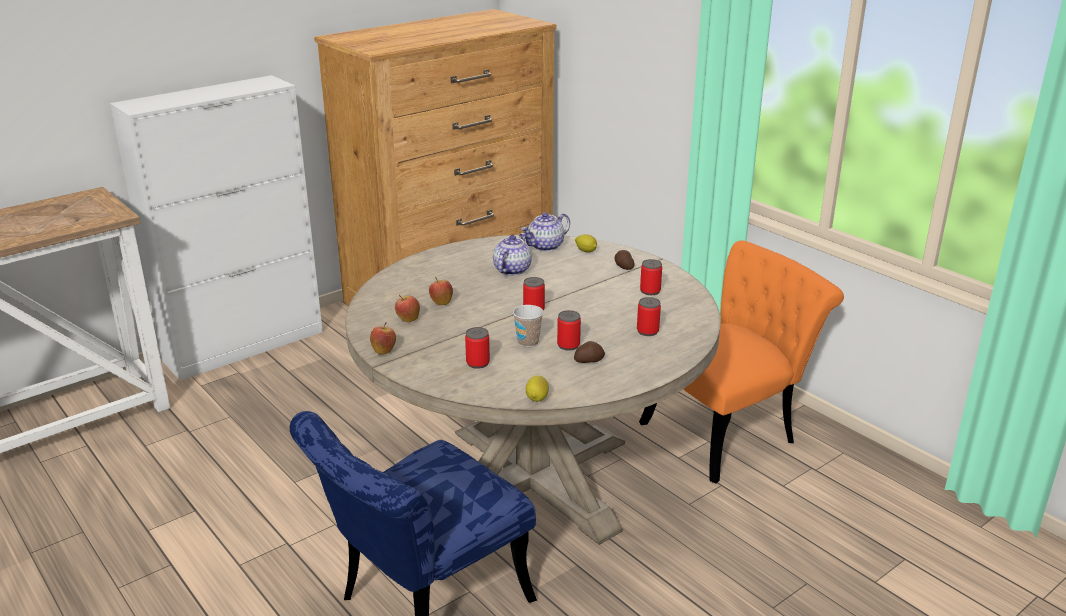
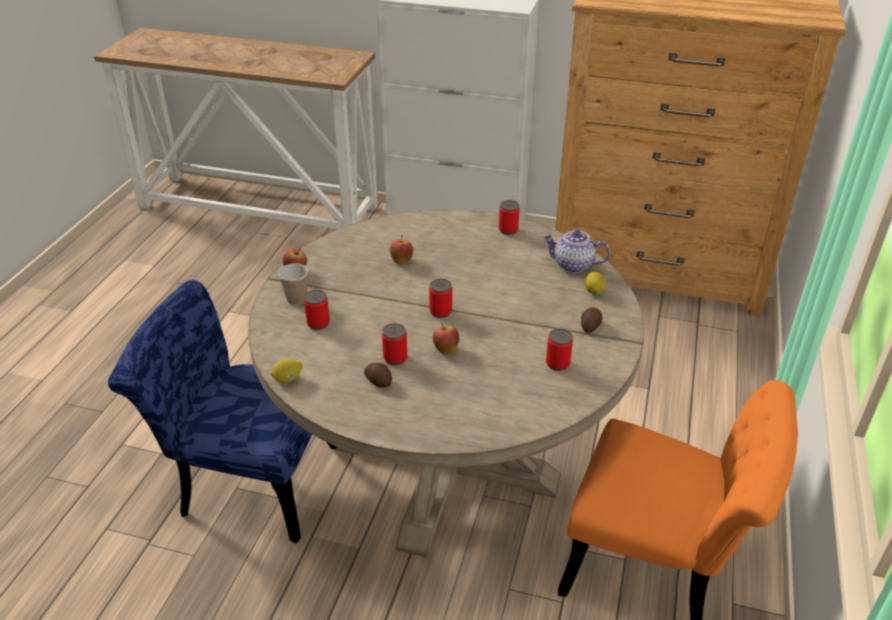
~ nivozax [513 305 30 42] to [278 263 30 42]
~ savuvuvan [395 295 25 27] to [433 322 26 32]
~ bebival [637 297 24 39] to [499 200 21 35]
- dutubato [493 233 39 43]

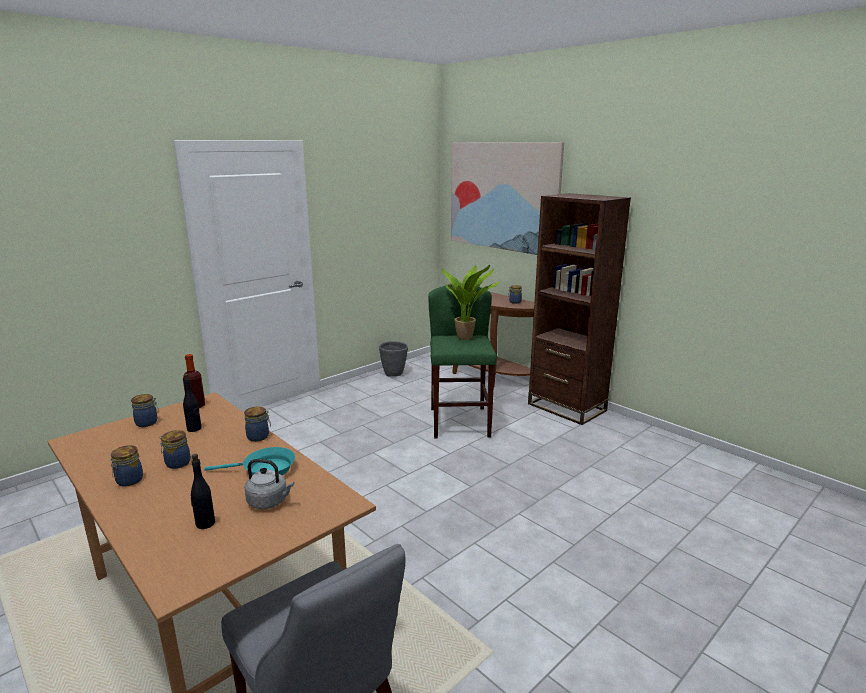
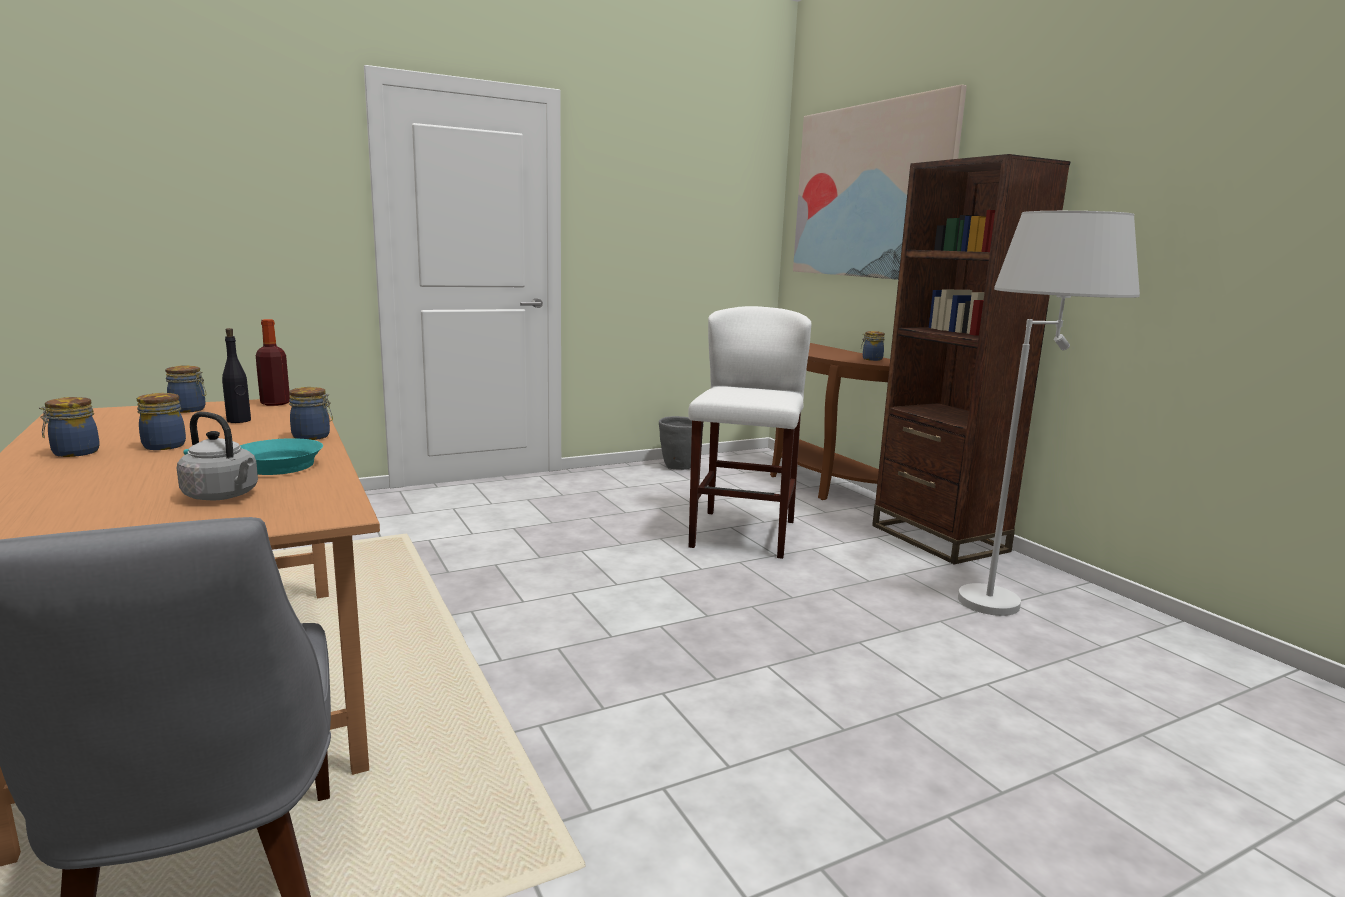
~ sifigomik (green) [428 284 69 155] to sifigomik (white) [688 306 123 253]
+ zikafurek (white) [958 211 182 405]
- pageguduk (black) [191 454 24 75]
- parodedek [441 265 60 75]

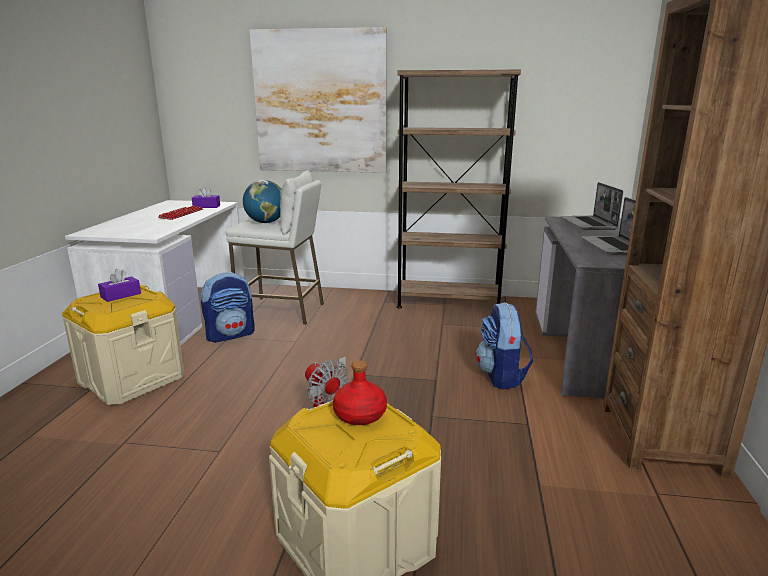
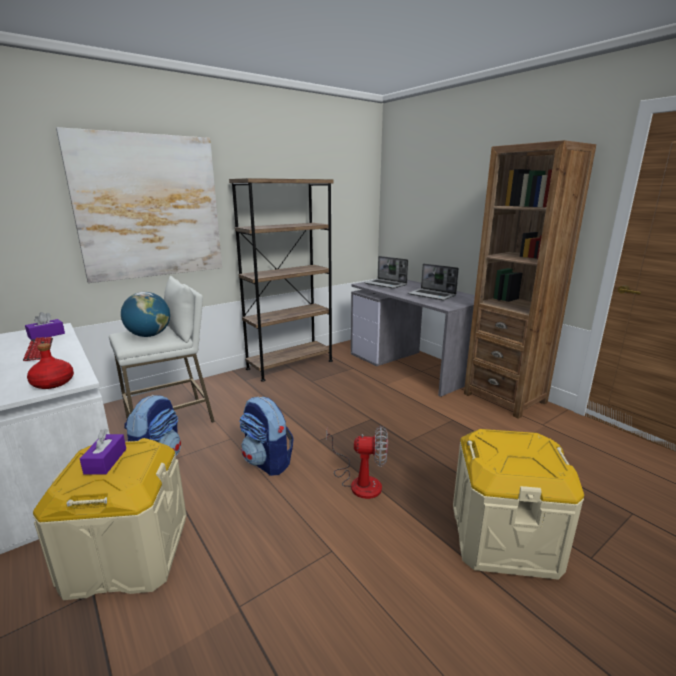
~ pageguduk (red) [333 361 54 64] to [27 343 47 46]
~ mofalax [475 302 58 87] to [239 397 55 79]

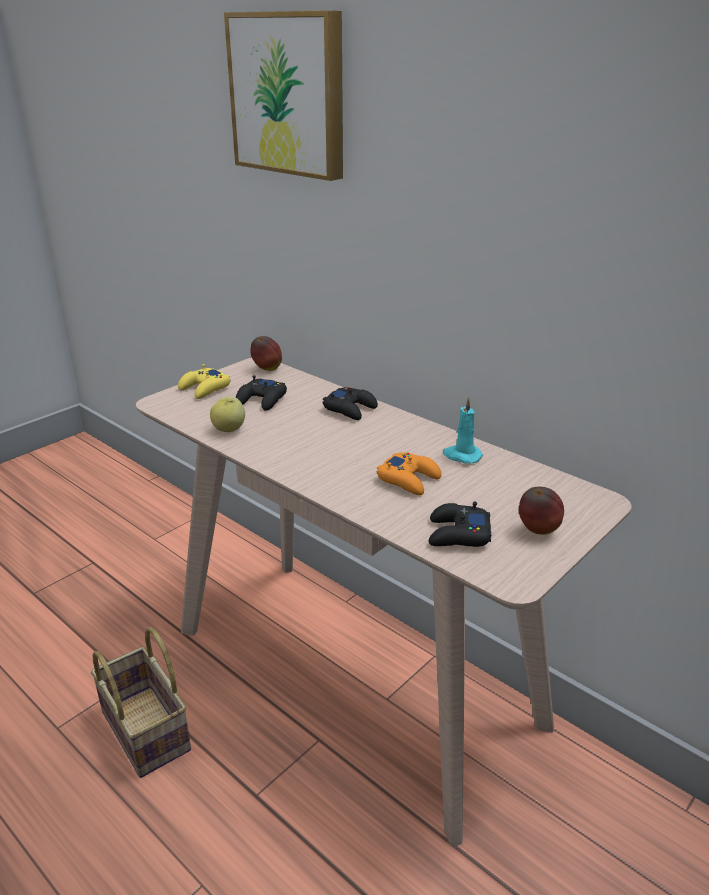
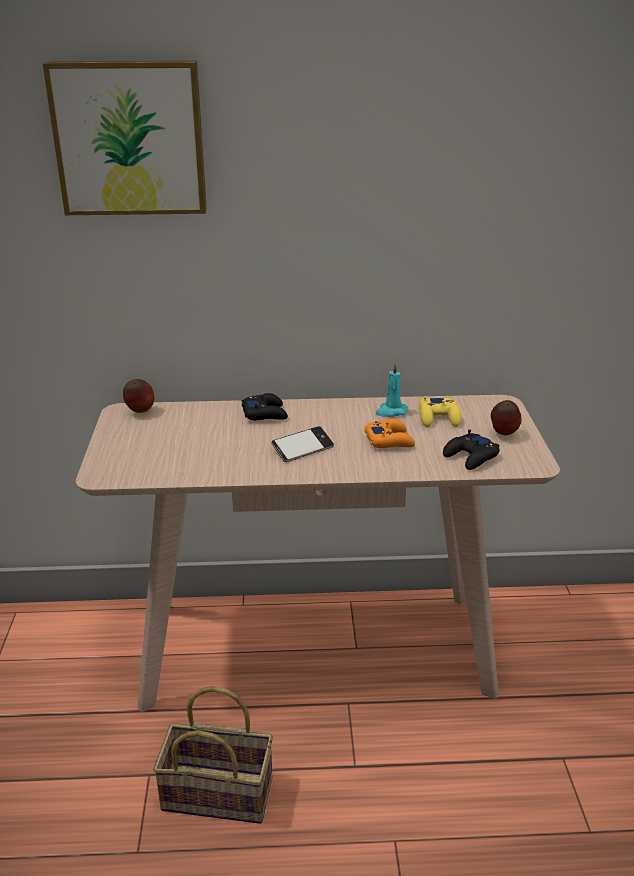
+ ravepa [271 426 63 36]
~ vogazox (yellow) [178 364 53 35] to [419 396 43 31]
- savuvuvan [210 396 35 36]
- vogazox (black) [236 375 51 36]

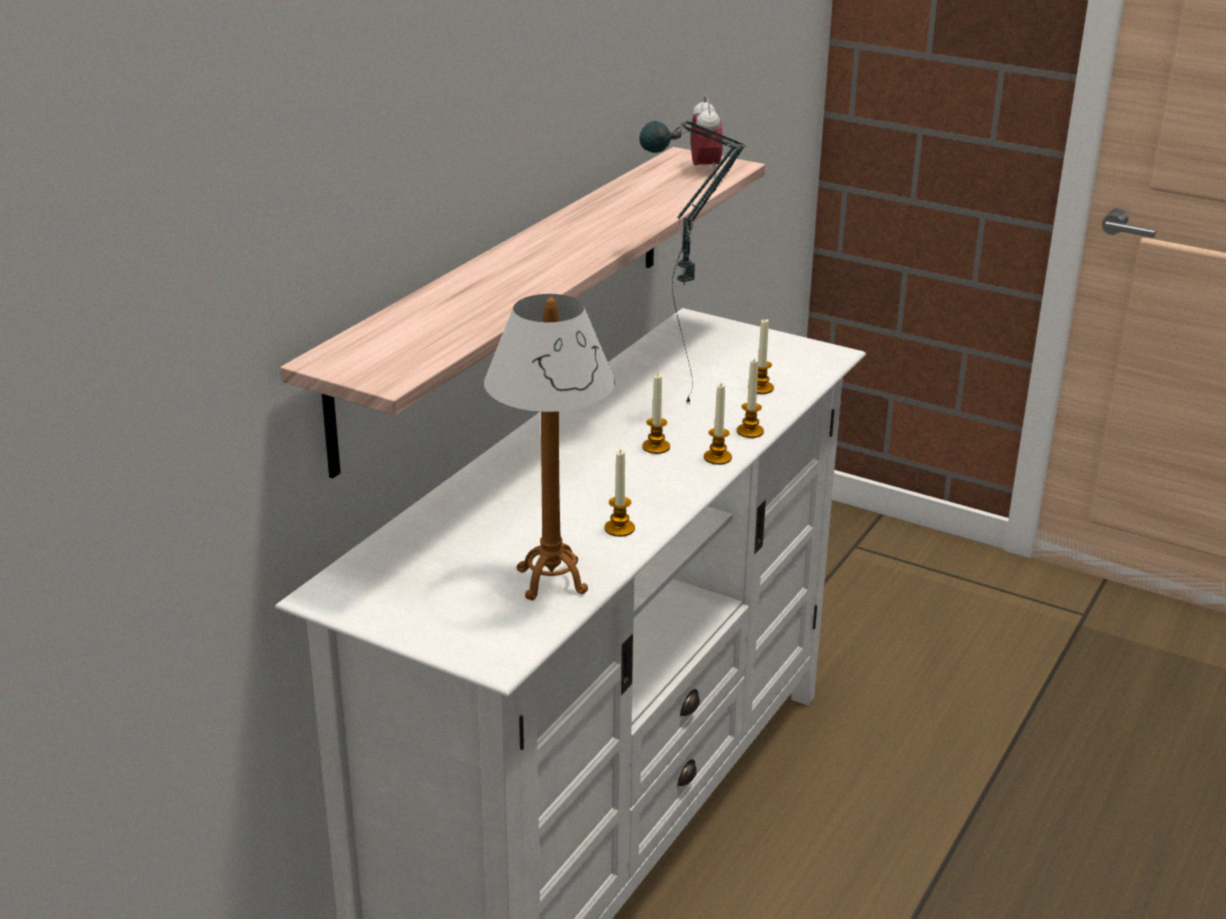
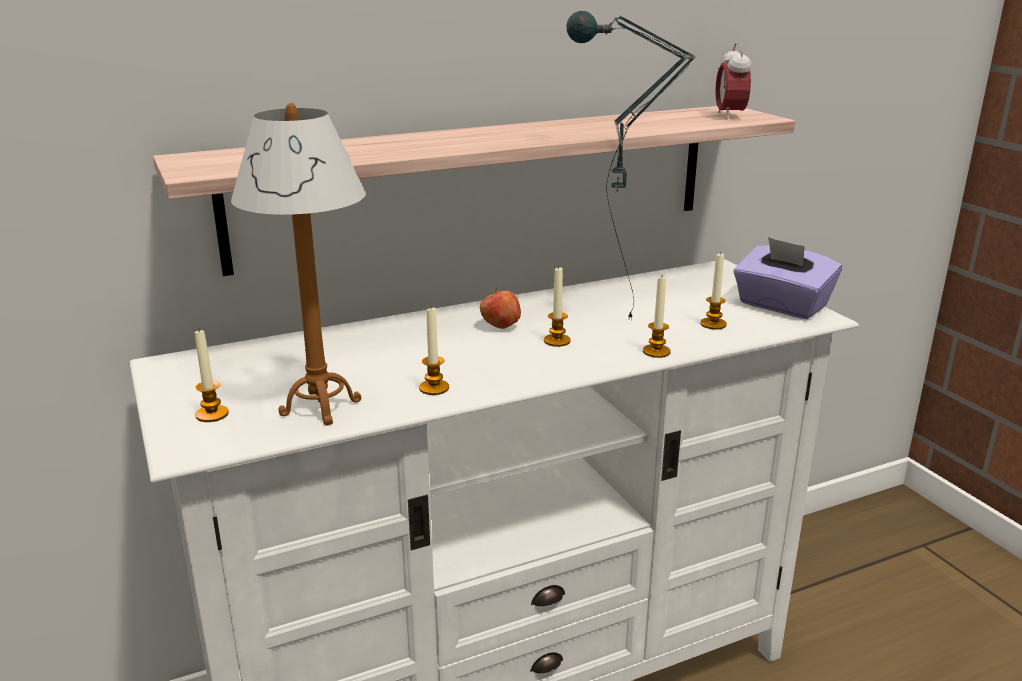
~ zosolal [704 384 28 81] to [195 330 34 92]
+ savuvuvan [480 287 41 42]
~ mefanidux [691 96 32 79] = [715 43 36 77] 150 degrees clockwise
+ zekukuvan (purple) [734 237 108 82]

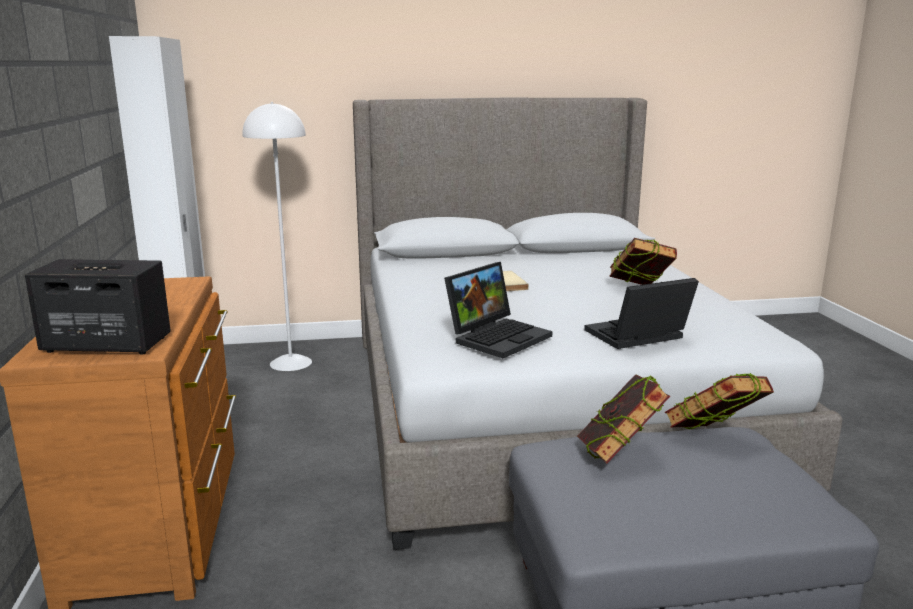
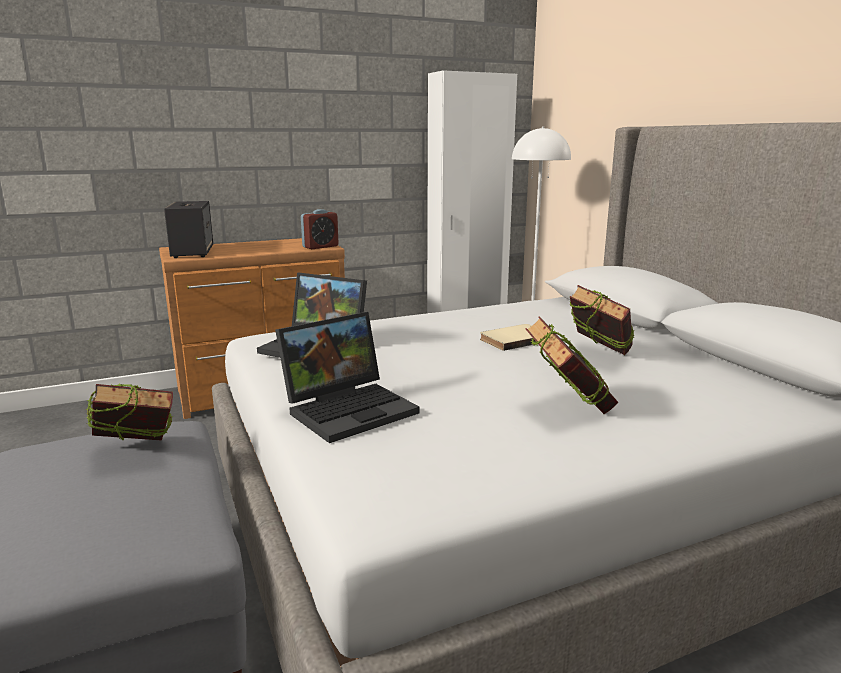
~ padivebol [584 278 115 71] = [275 312 145 131] 90 degrees clockwise
+ mefanidux [301 209 38 40]
~ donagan [665 373 109 56] to [570 285 65 70]

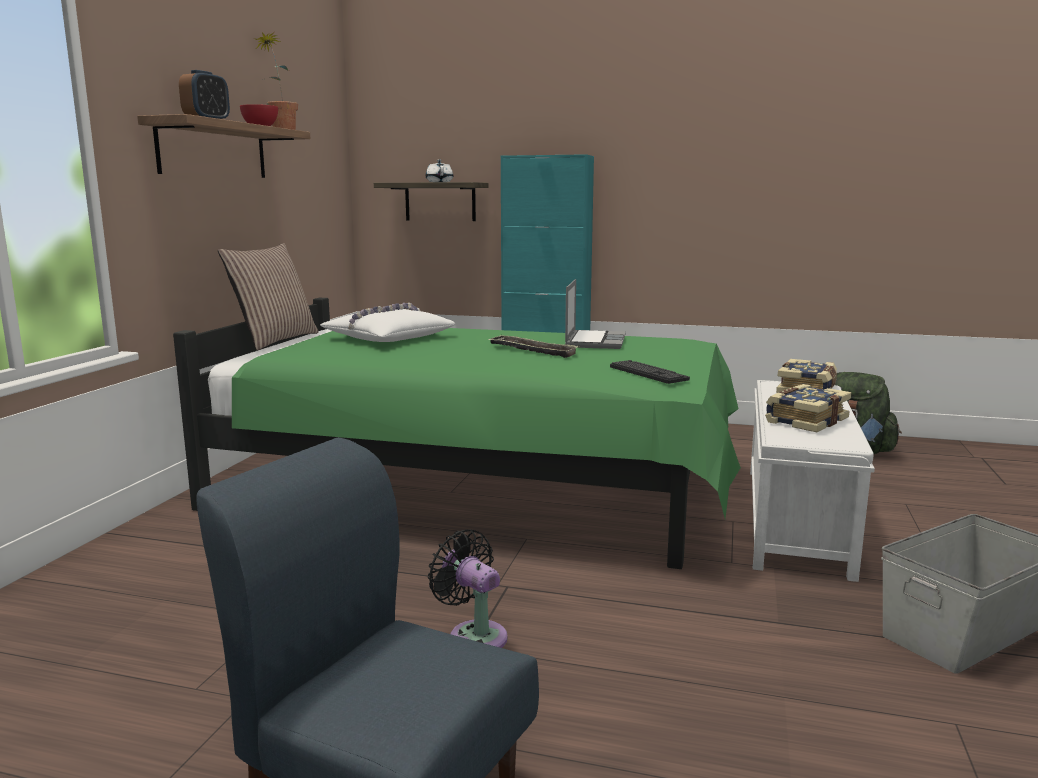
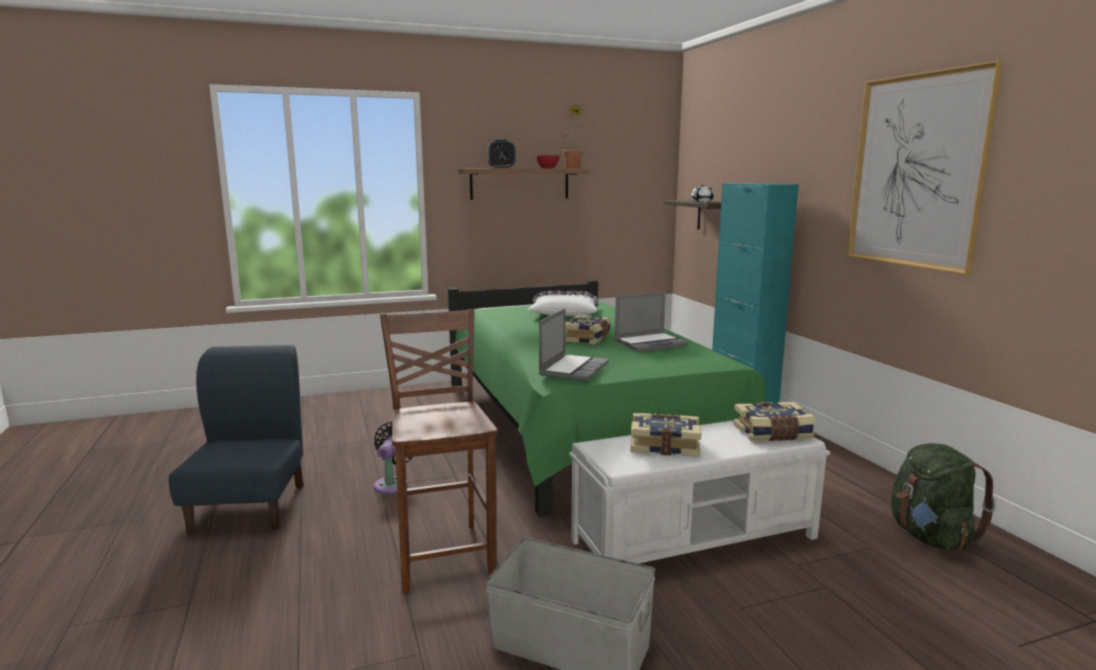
+ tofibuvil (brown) [380 309 118 284]
~ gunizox [610 360 80 24] to padivebol [539 308 70 73]
~ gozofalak [487 335 92 23] to donagan [565 315 46 30]
+ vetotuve [847 60 156 215]
- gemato [218 243 101 107]

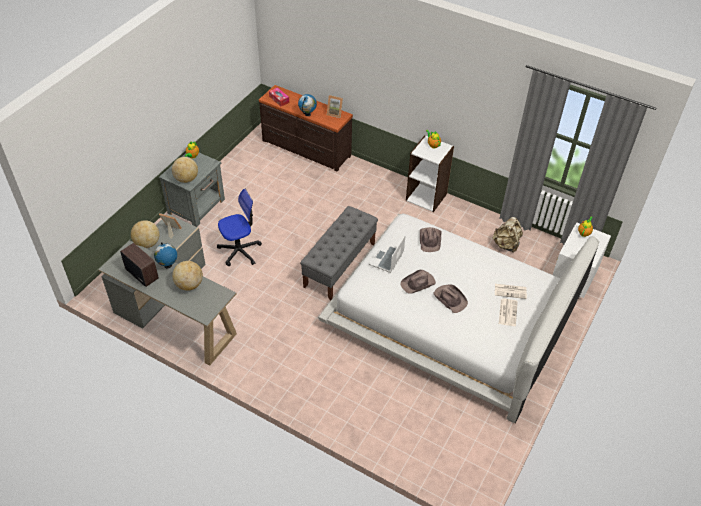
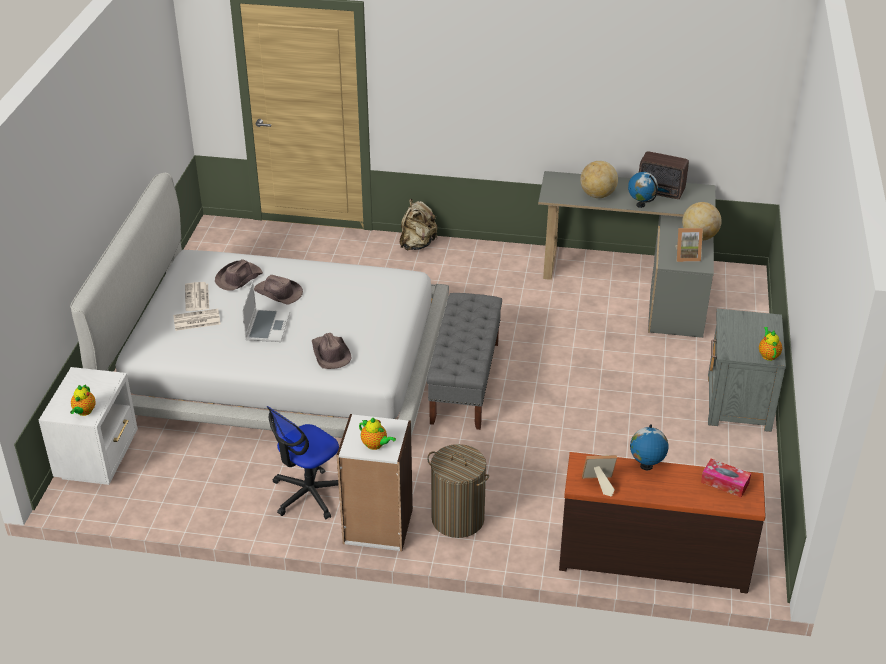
~ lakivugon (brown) [400 270 36 24] to [215 259 48 32]
~ padivebol [369 235 37 38] to [242 281 48 61]
~ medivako [217 189 45 77] to [266 406 73 113]
~ mofalax (beige) [492 217 31 36] to [399 199 39 51]
+ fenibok [427 444 62 94]
- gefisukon [172 157 26 26]

